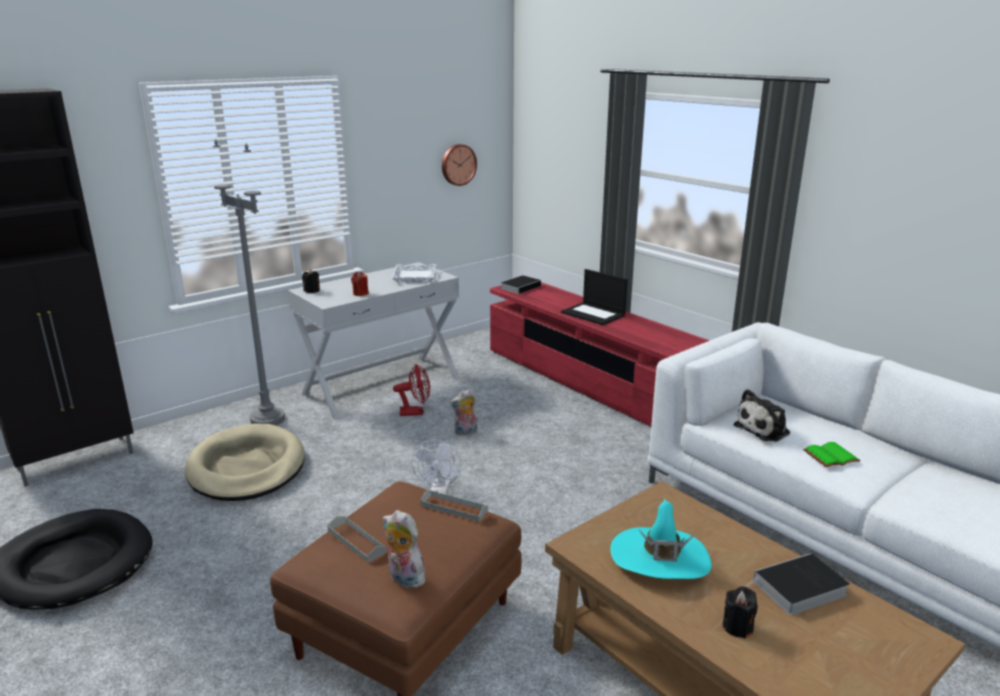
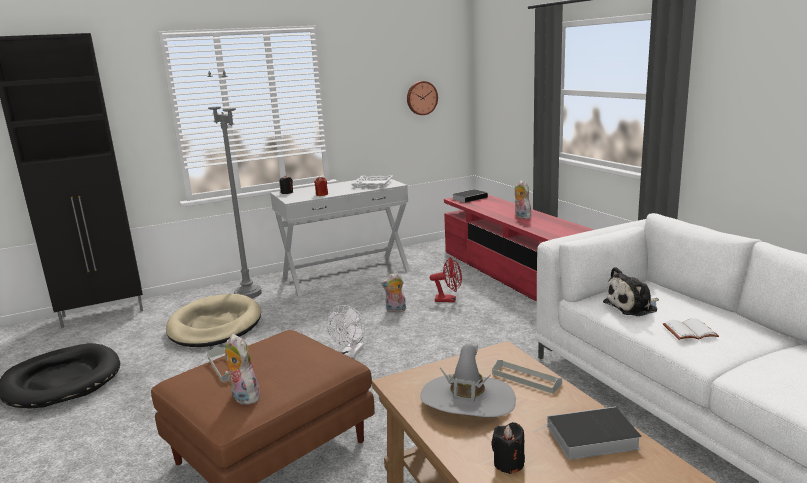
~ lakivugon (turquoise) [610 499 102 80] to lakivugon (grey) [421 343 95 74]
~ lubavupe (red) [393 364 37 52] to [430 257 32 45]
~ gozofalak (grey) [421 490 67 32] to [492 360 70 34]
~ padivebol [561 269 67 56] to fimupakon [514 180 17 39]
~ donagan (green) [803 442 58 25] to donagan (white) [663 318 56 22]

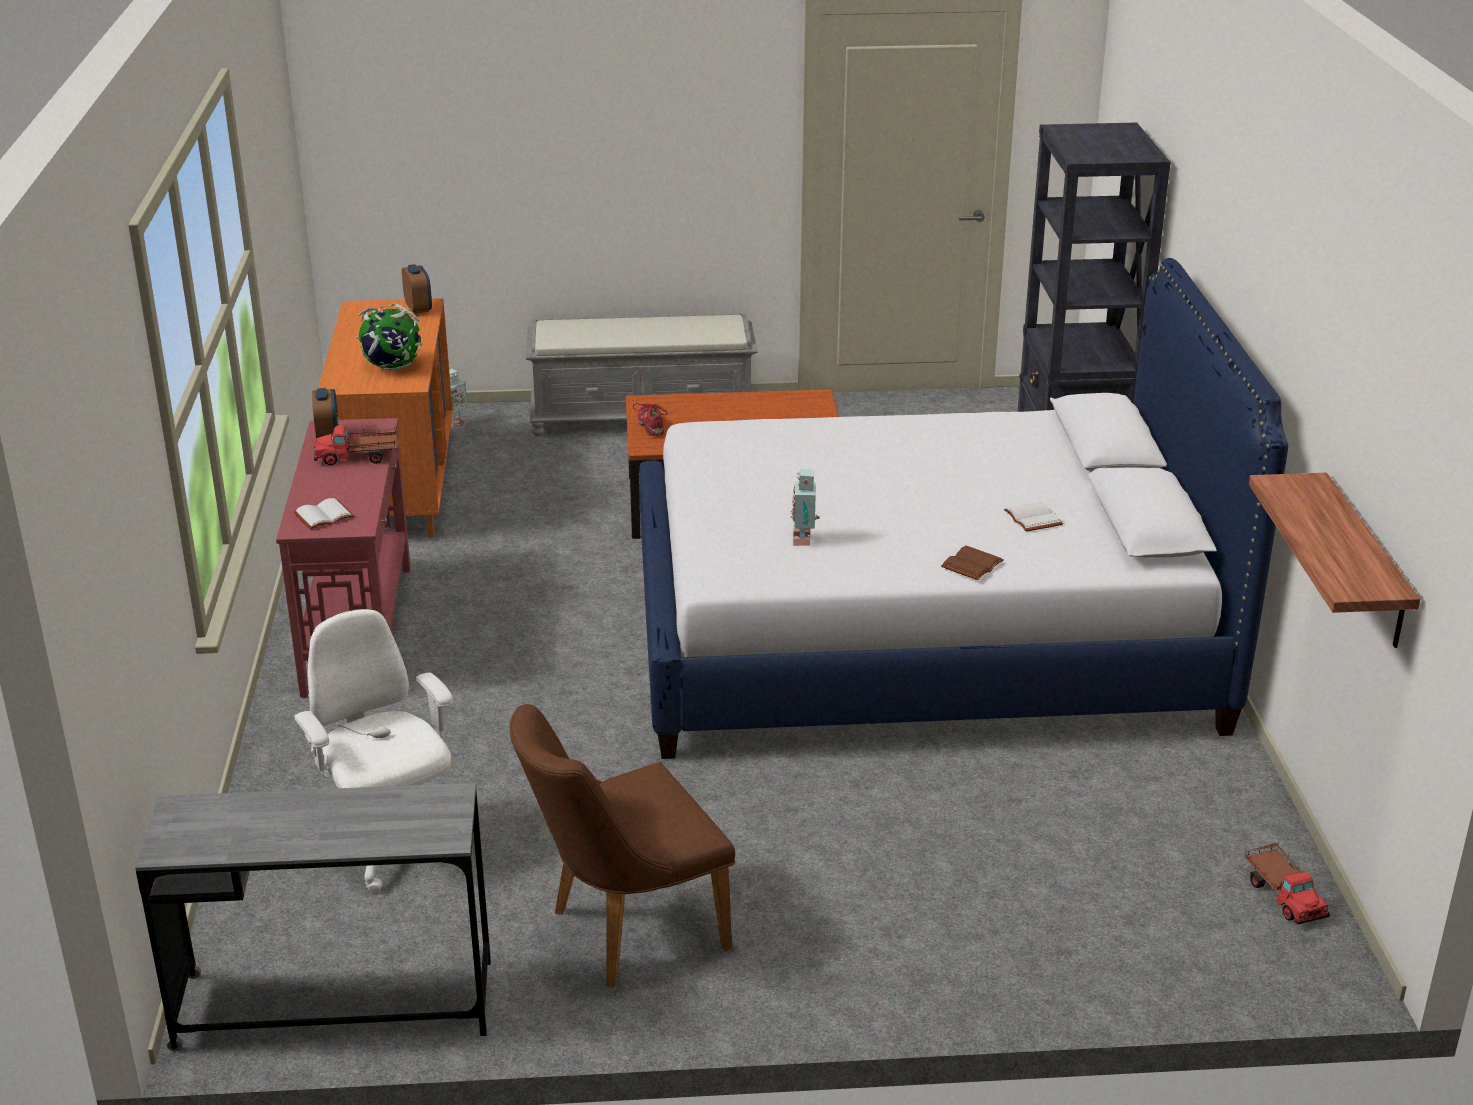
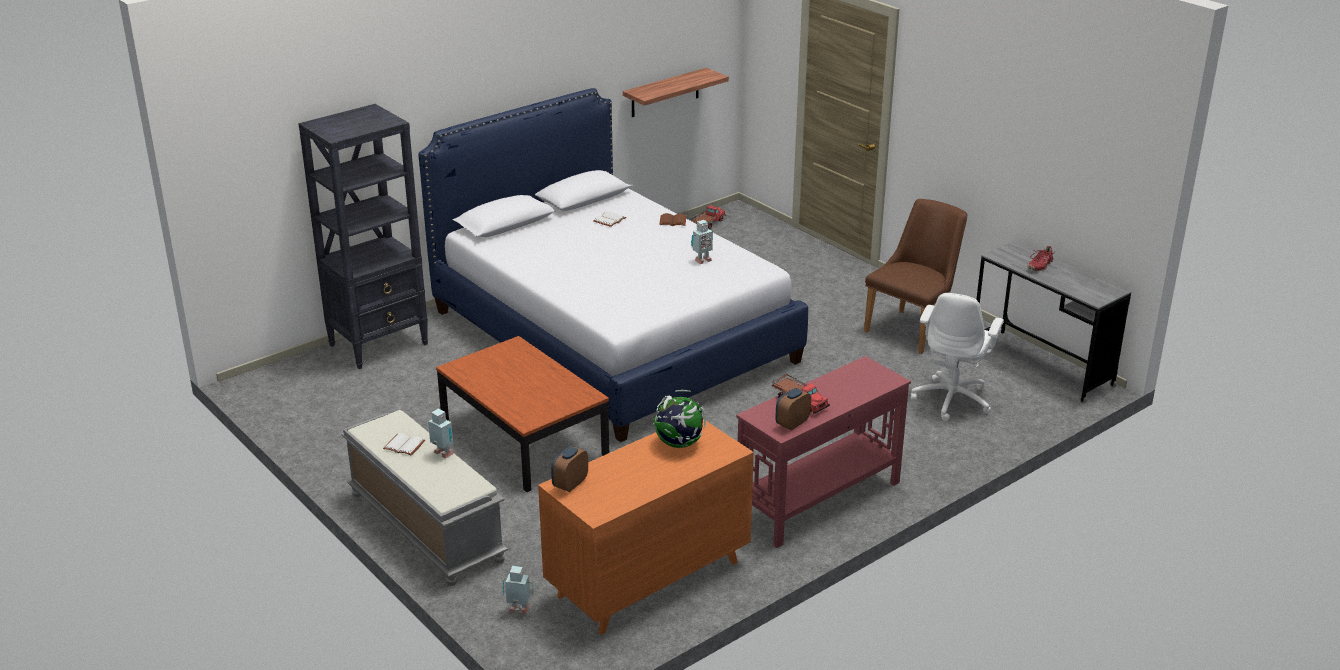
~ donagan (white) [293 498 61 32] to [383 433 42 22]
+ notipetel [428 408 26 51]
~ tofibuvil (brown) [510 704 225 283] = [864 199 103 155] 75 degrees counterclockwise
~ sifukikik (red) [633 403 41 33] to [1027 246 29 25]

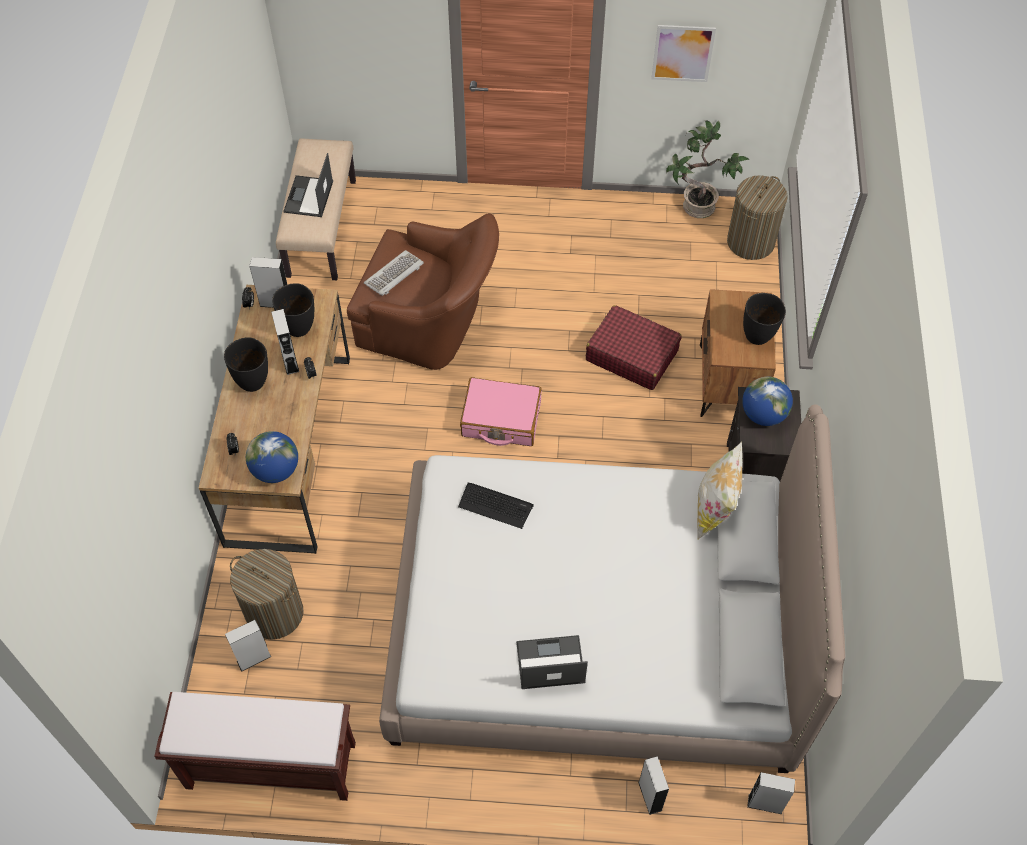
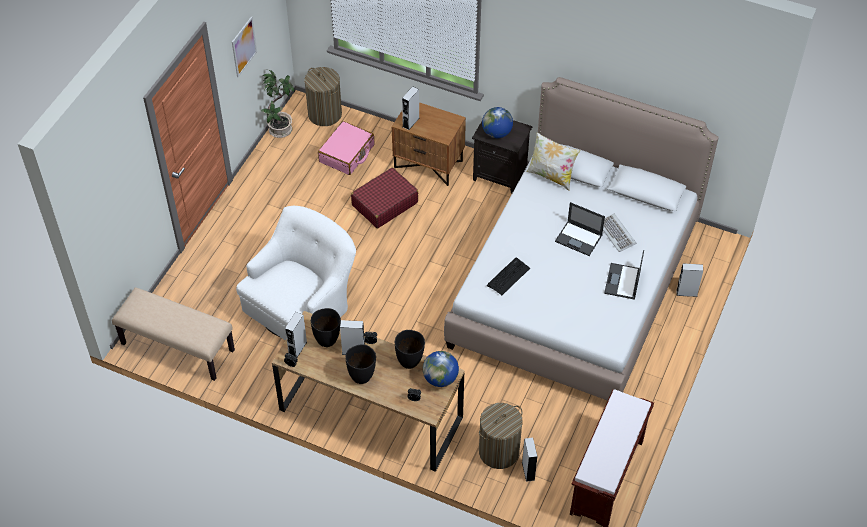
~ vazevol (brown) [347 213 152 157] to vazevol (white) [236 206 120 134]
~ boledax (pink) [460 377 82 69] to [318 121 56 54]
~ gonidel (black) [743 293 43 52] to [395 330 30 39]
~ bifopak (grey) [747 772 48 42] to [402 86 17 44]
~ padivebol [283 153 50 64] to [555 202 50 54]
~ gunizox [364 250 60 46] to [603 214 34 38]

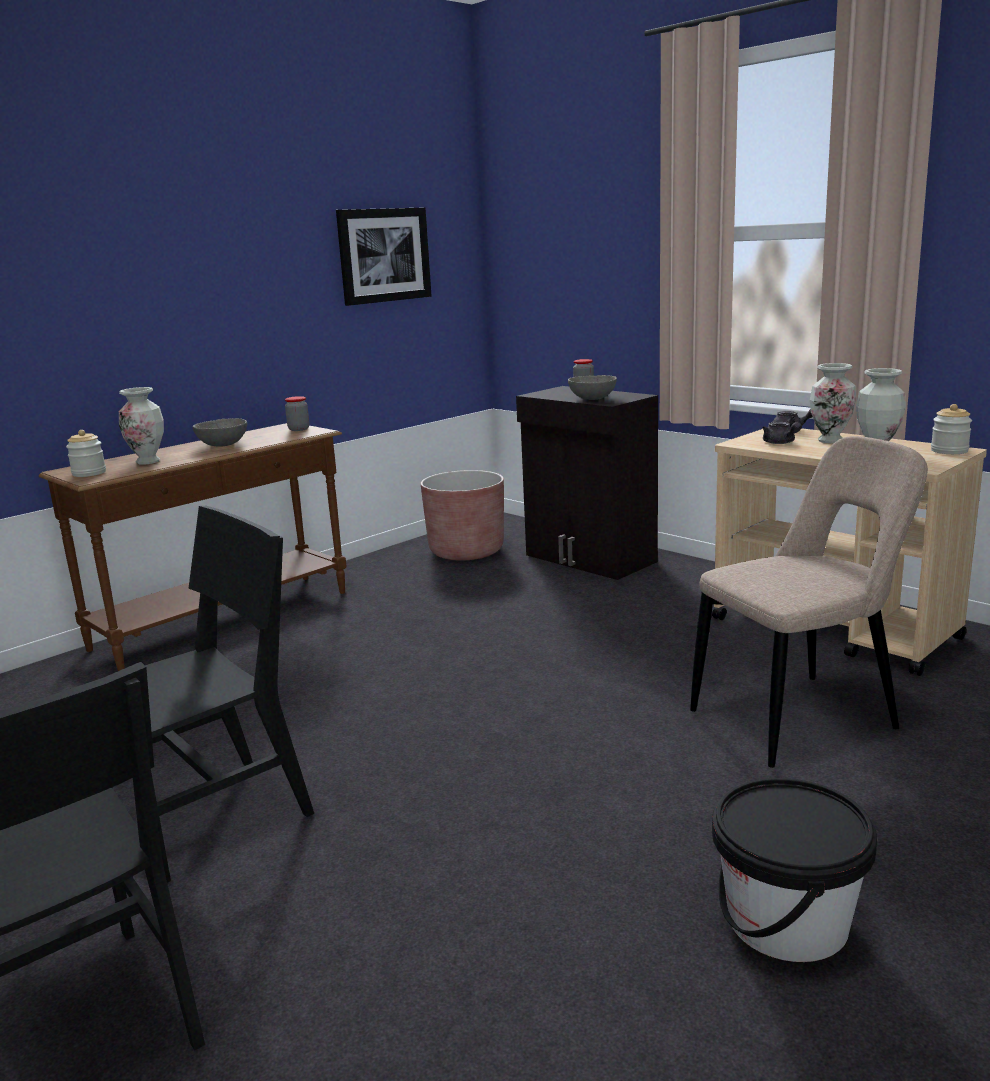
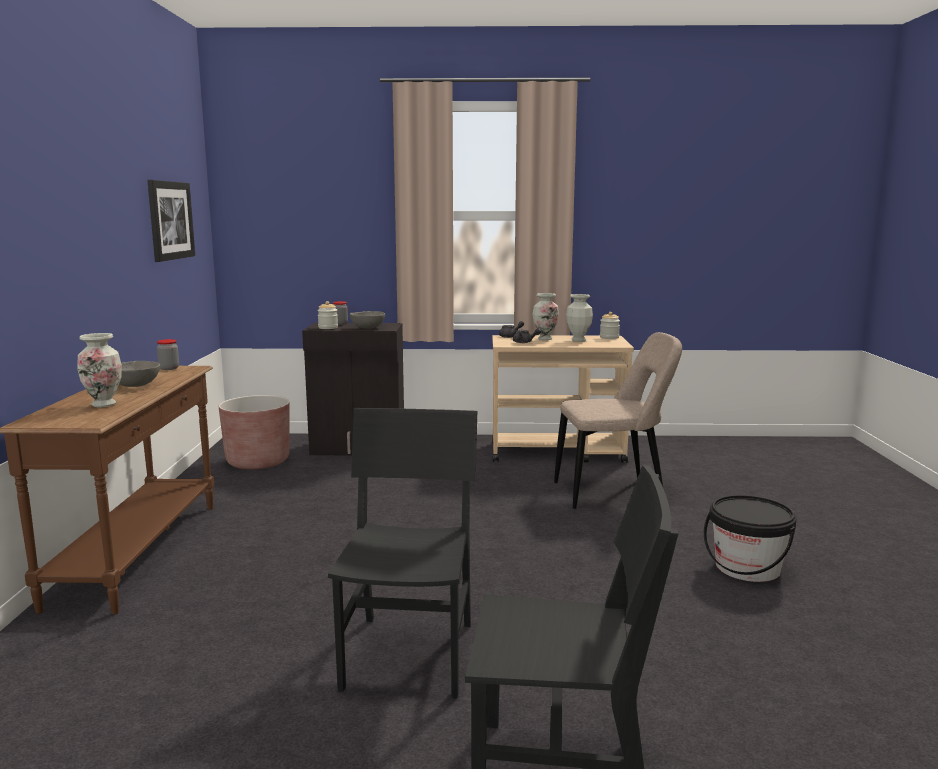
~ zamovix [66 430 40 47] to [317 301 21 28]
~ tofibuvil (beige) [690 436 238 332] = [554 332 128 177] 60 degrees clockwise

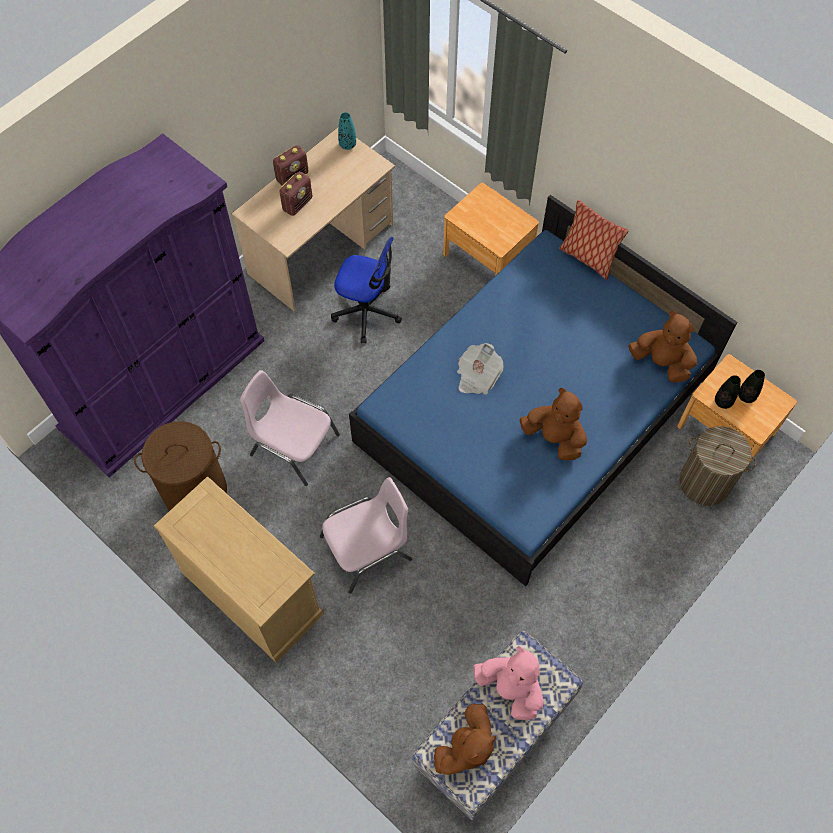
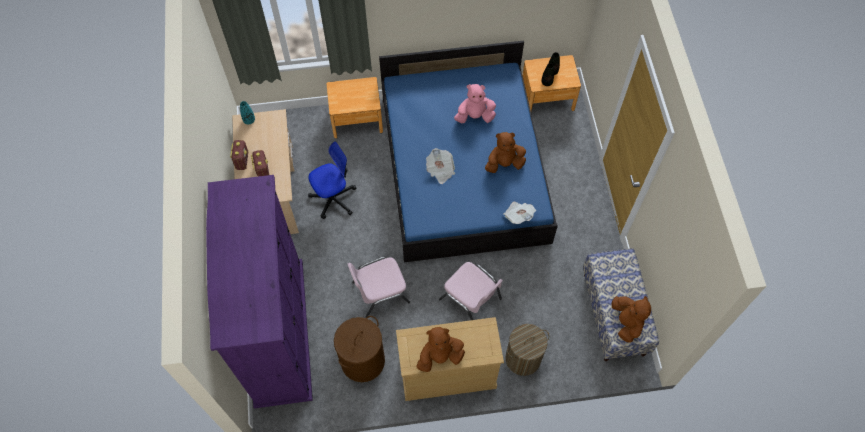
~ fimupakon (brown) [628 311 69 72] to [416 327 49 45]
~ tofibuvil (pink) [320 477 92 117] = [439 262 64 58] 120 degrees clockwise
~ fimupakon (pink) [473 646 71 74] to [454 84 42 39]
+ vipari [504 202 32 22]
~ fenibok [679 426 77 80] to [505 324 44 52]
- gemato [559 200 70 80]

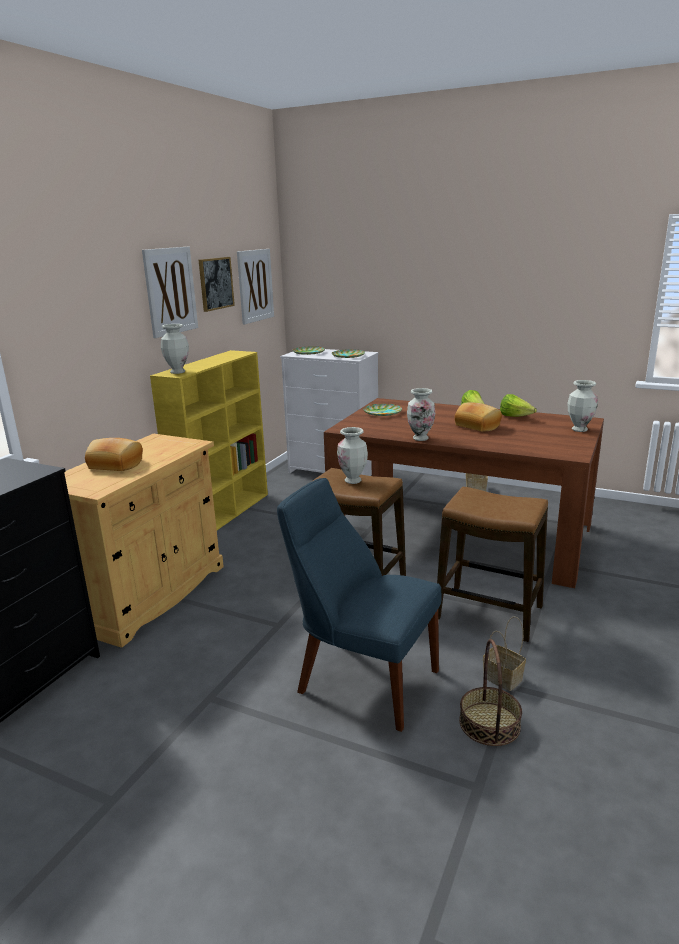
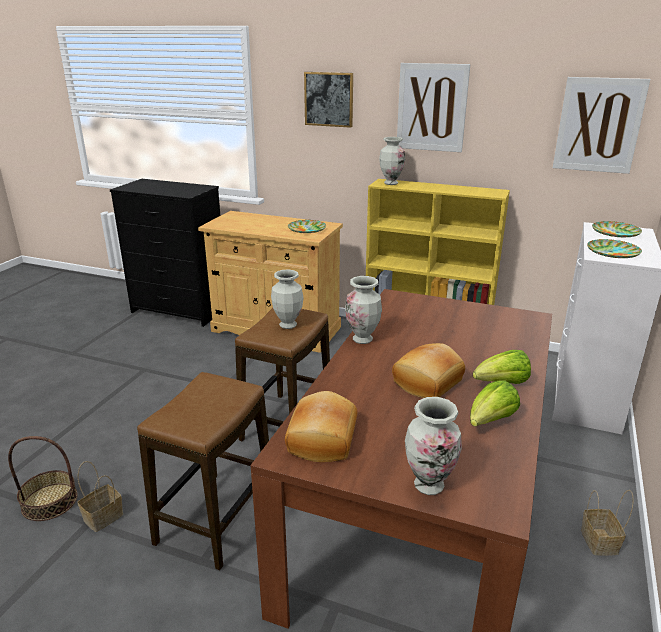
~ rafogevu [85 438 58 33] to [285 391 72 71]
~ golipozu [363 404 39 12] to [288 220 38 13]
~ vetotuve [199 257 36 55] to [304 72 49 56]
- tofibuvil (blue) [277 478 164 254]

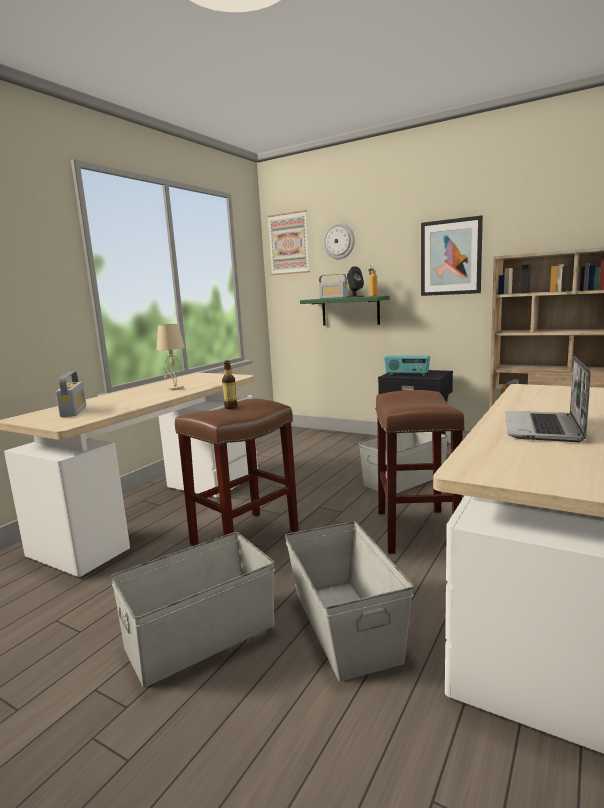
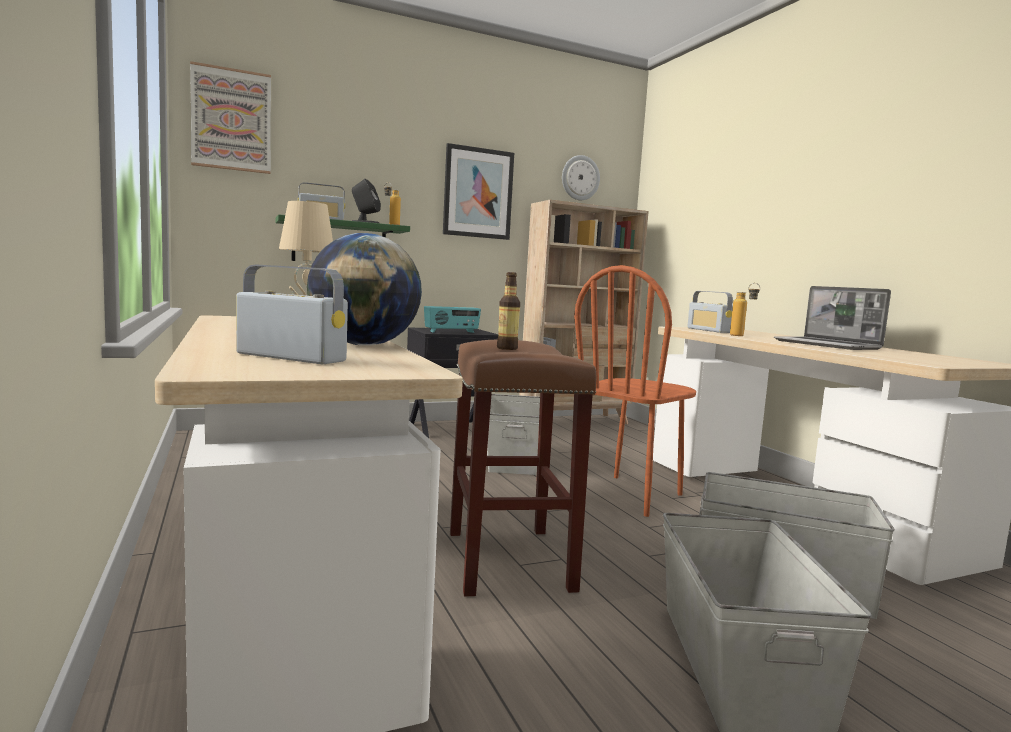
+ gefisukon [307 233 115 113]
~ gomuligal [323 223 32 36] to [562 155 38 45]
~ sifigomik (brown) [375 390 90 164] to tofibuvil (brown) [574 265 122 252]
+ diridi [687 291 46 42]
+ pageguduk [730 283 30 53]

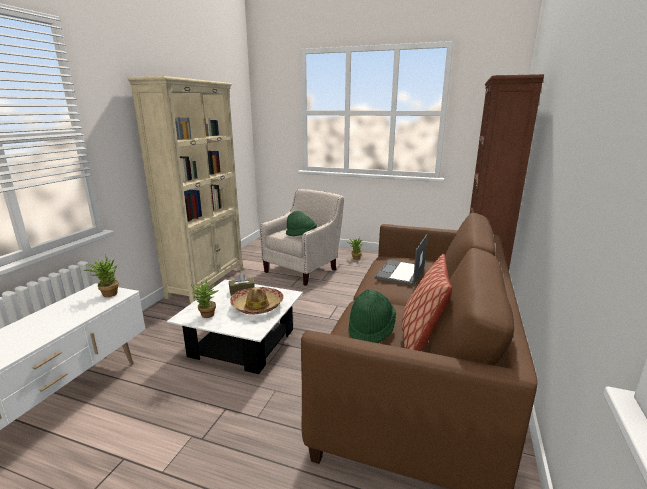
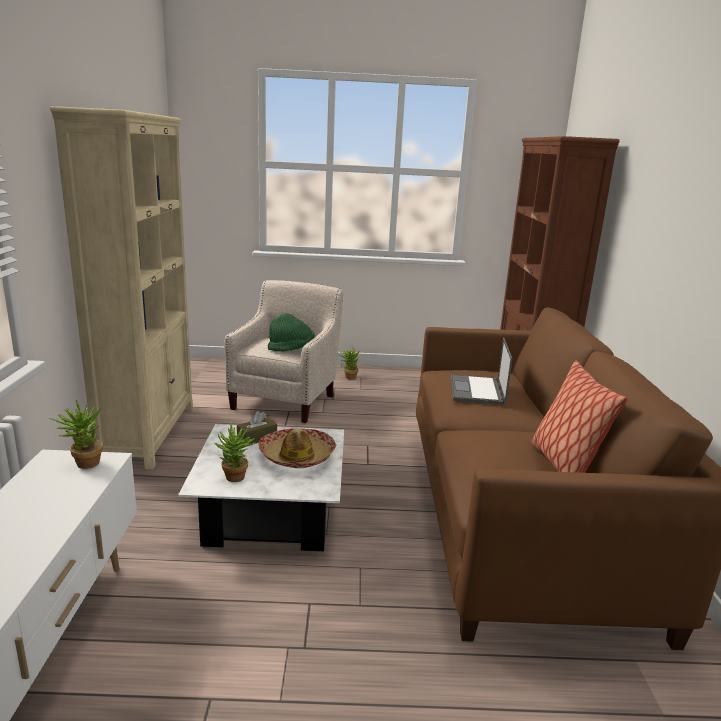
- lakivugon (green) [348 289 48 54]

